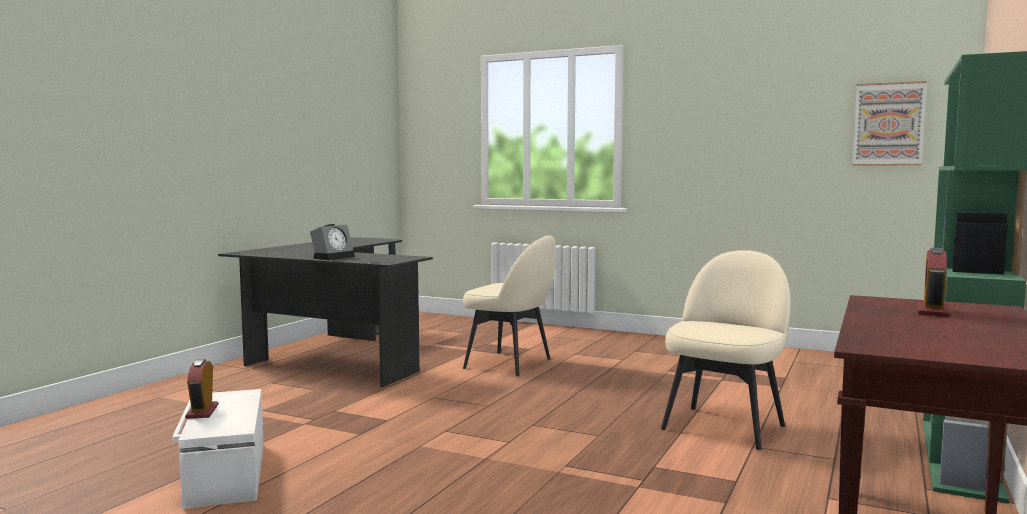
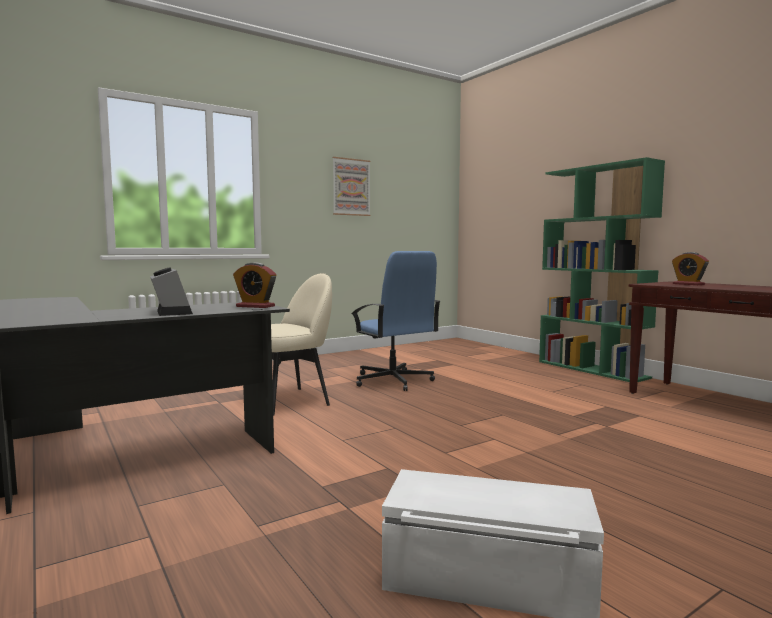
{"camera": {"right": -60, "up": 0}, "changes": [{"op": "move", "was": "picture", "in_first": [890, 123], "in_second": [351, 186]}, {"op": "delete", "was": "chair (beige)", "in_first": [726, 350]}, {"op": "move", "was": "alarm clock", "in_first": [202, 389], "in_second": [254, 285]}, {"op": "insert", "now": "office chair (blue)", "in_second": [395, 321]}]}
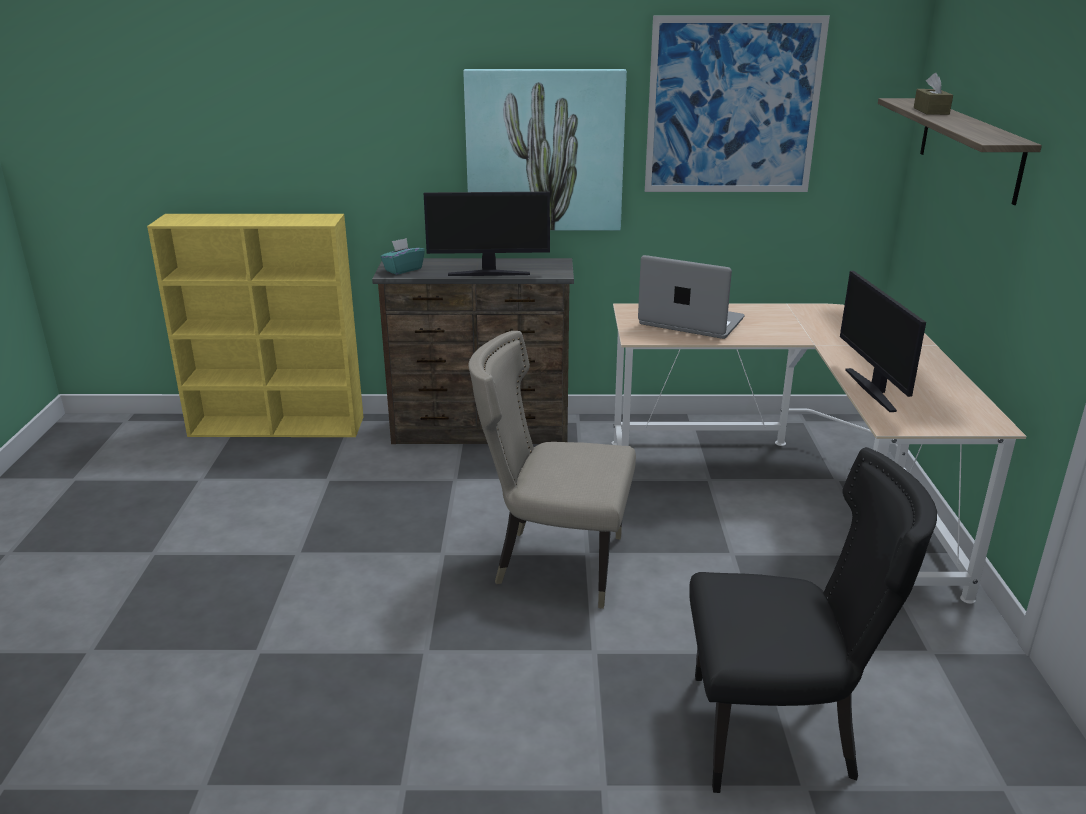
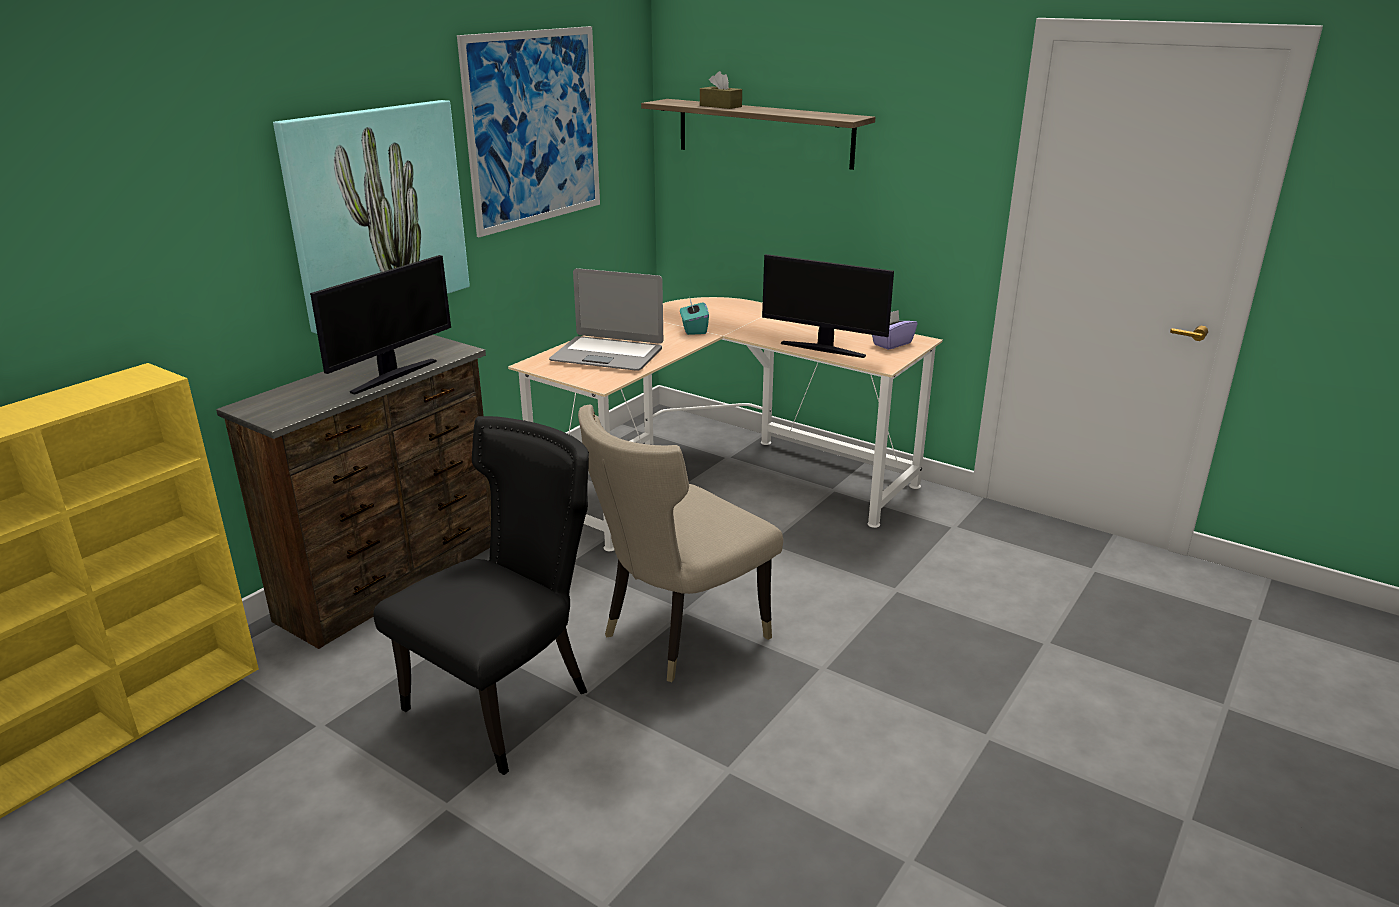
{"camera": {"right": -55, "up": 0}, "changes": [{"op": "move", "was": "tissue box (turquoise)", "in_first": [402, 256], "in_second": [694, 317]}, {"op": "rotate", "was": "laptop", "in_first": [691, 297], "in_second": [606, 319], "clockwise": -135}, {"op": "move", "was": "chair (black)", "in_first": [813, 620], "in_second": [481, 595]}, {"op": "insert", "now": "tissue box (purple)", "in_second": [894, 330]}]}
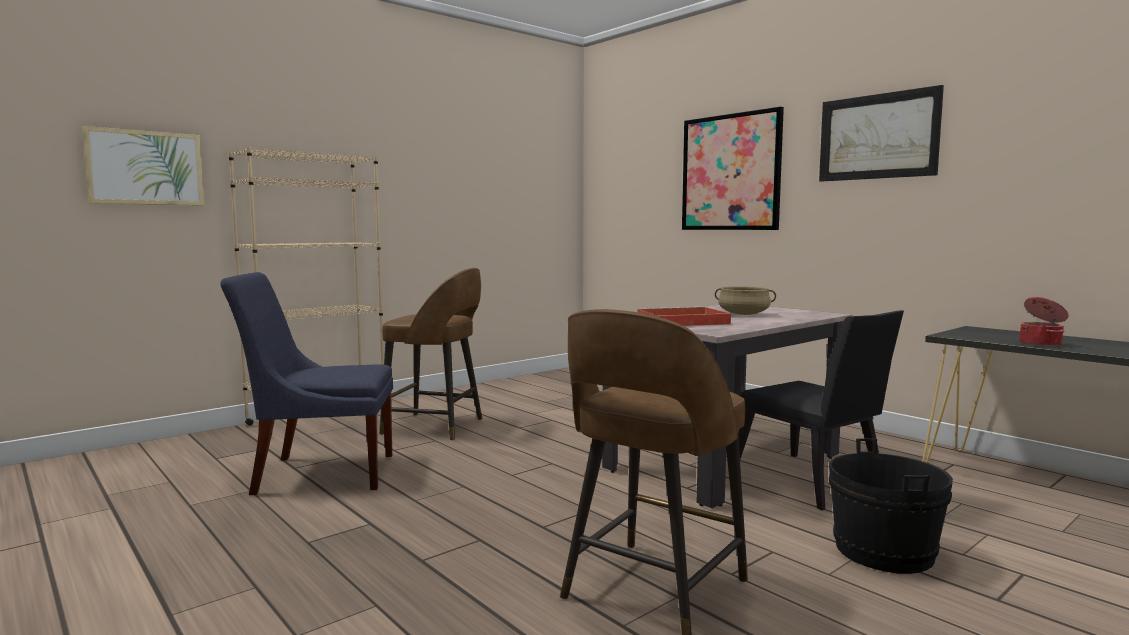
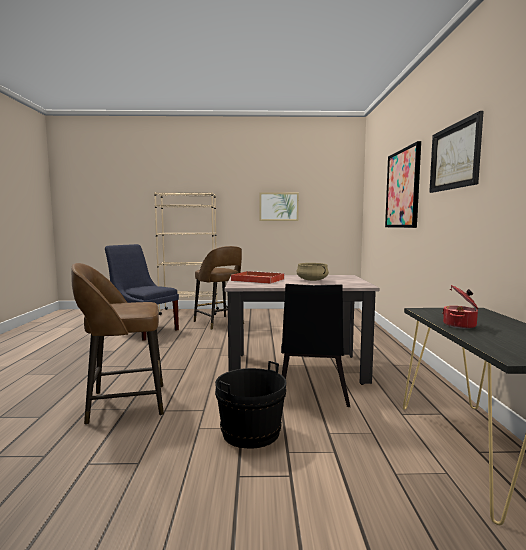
{"camera": {"right": 40, "up": 0}, "changes": [{"op": "move", "was": "picture", "in_first": [143, 165], "in_second": [279, 207]}]}
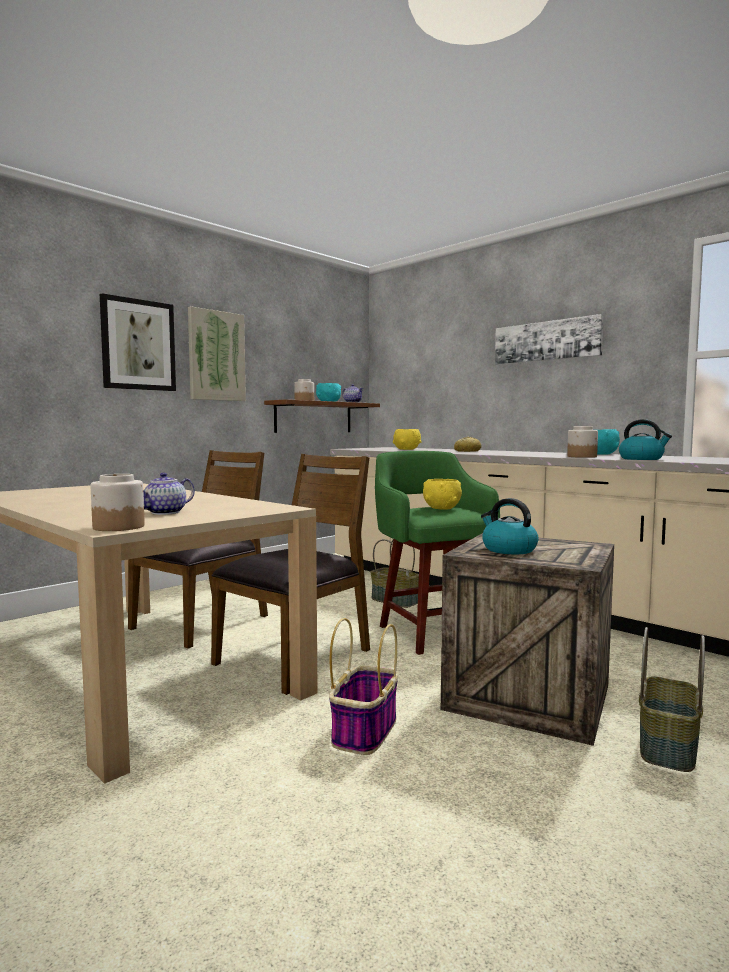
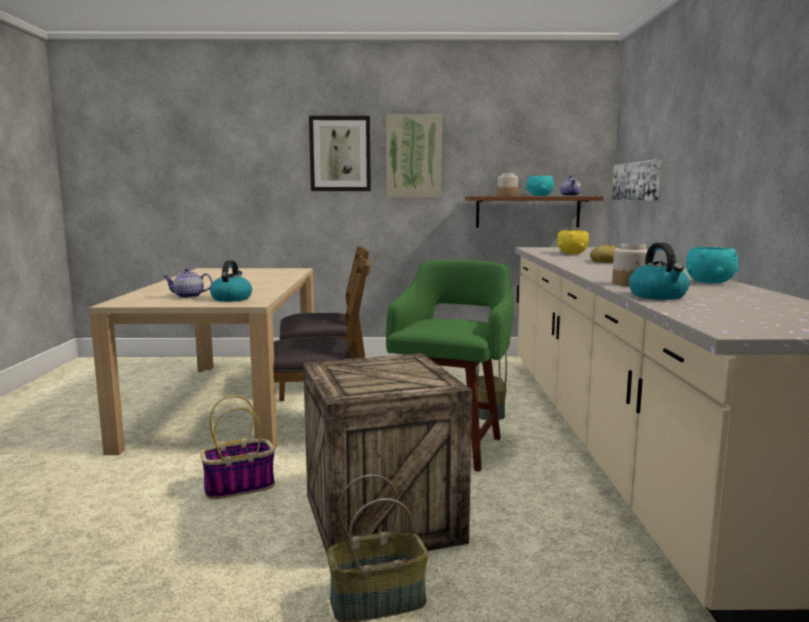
{"camera": {"right": 45, "up": 5}, "changes": [{"op": "move", "was": "picture", "in_first": [549, 339], "in_second": [636, 180]}, {"op": "delete", "was": "jar", "in_first": [118, 502]}, {"op": "delete", "was": "bowl (yellow)", "in_first": [442, 494]}, {"op": "move", "was": "kettle", "in_first": [510, 526], "in_second": [231, 281]}]}
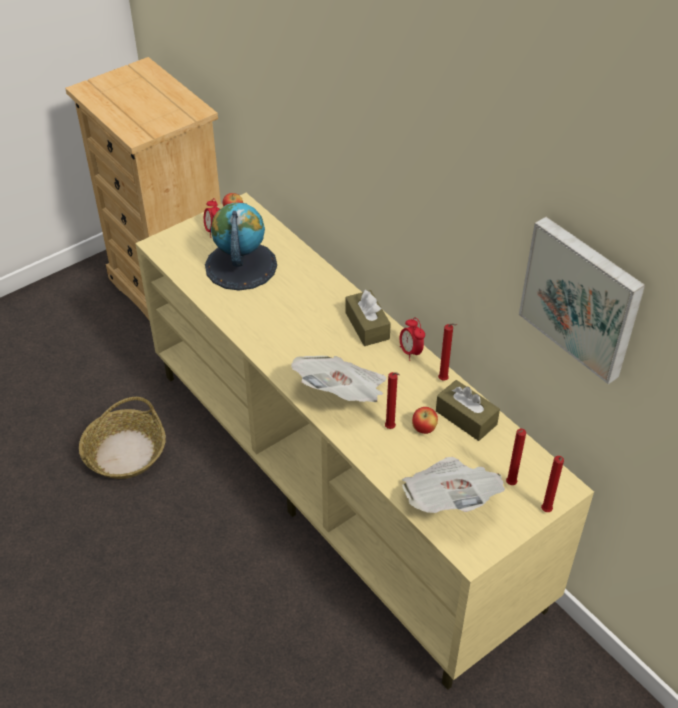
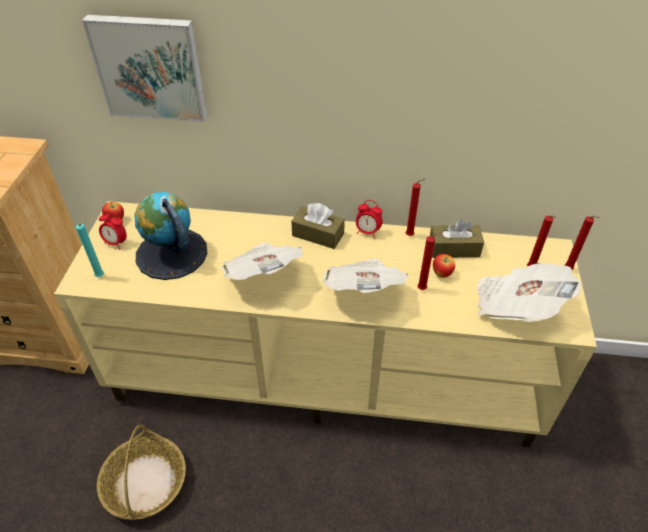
{"camera": {"right": -45, "up": 0}, "changes": [{"op": "move", "was": "picture", "in_first": [582, 300], "in_second": [144, 68]}, {"op": "insert", "now": "candle (turquoise)", "in_second": [90, 250]}, {"op": "insert", "now": "newspaper", "in_second": [262, 261]}]}
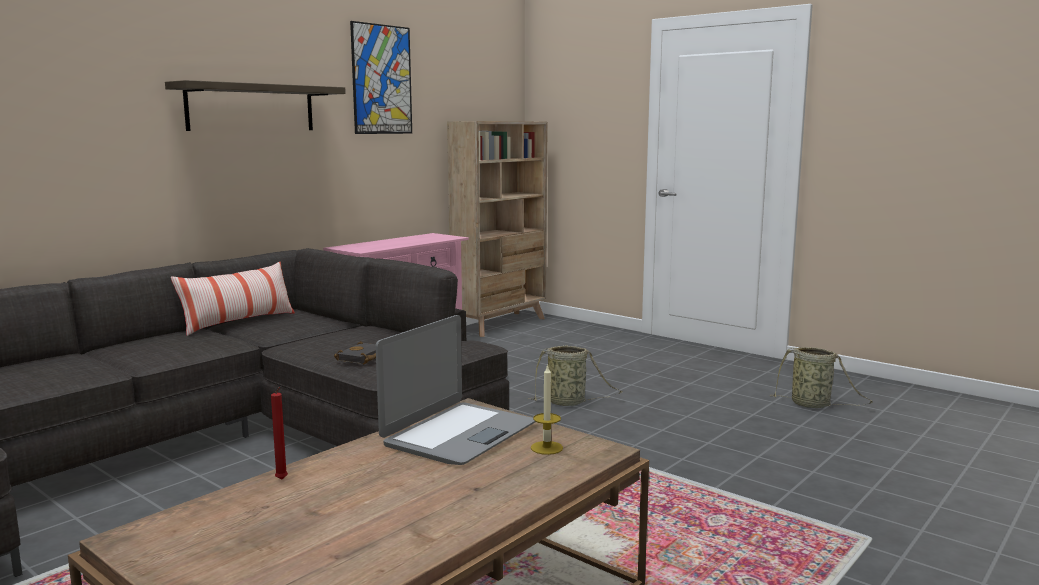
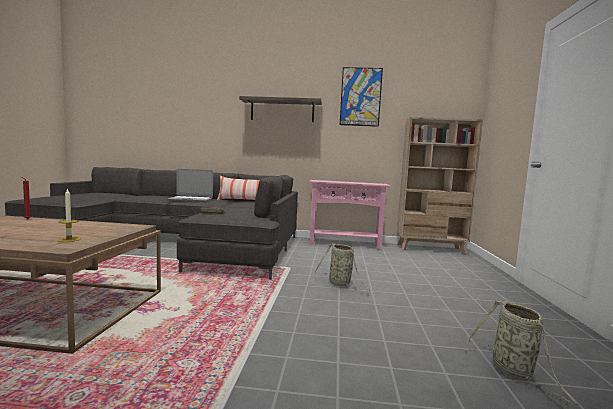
{"camera": {"right": 55, "up": -5}, "changes": [{"op": "move", "was": "laptop", "in_first": [455, 390], "in_second": [190, 185]}]}
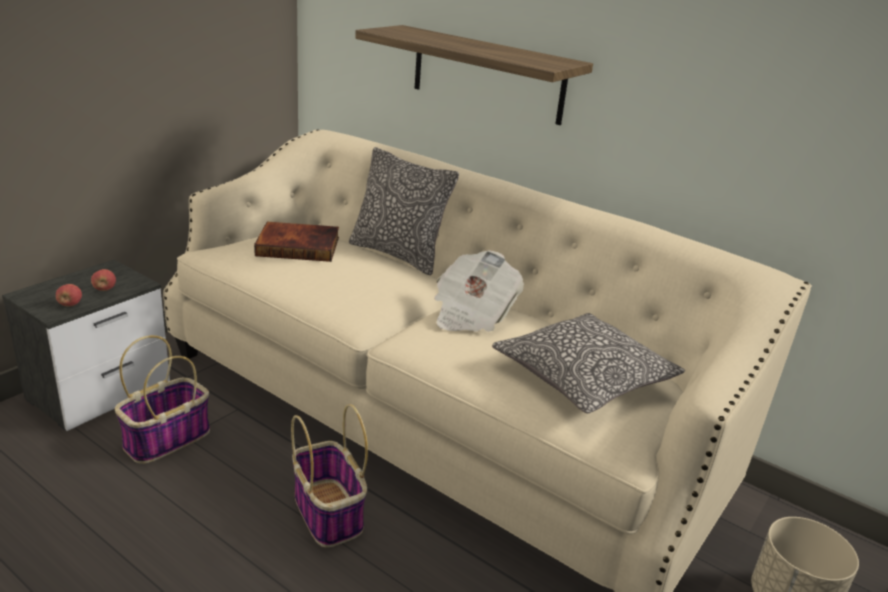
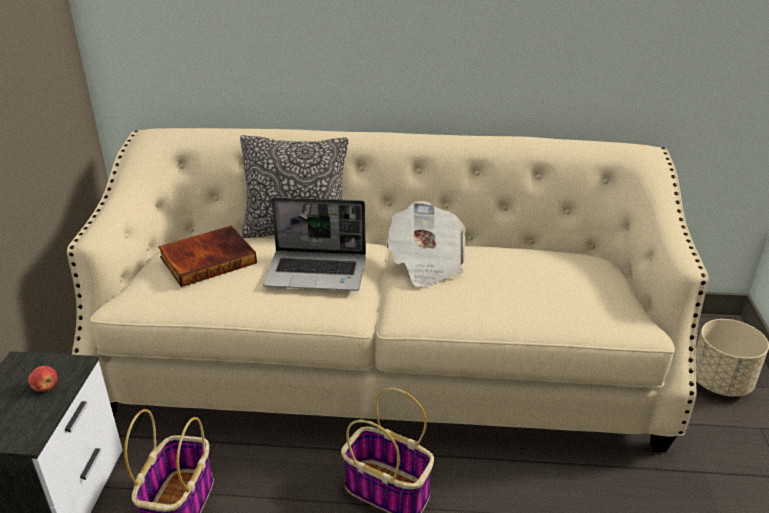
{"camera": {"right": -30, "up": 5}, "changes": [{"op": "delete", "was": "shelf", "in_first": [474, 75]}, {"op": "delete", "was": "apple", "in_first": [69, 295]}, {"op": "delete", "was": "pillow", "in_first": [588, 363]}, {"op": "insert", "now": "laptop", "in_second": [314, 244]}]}
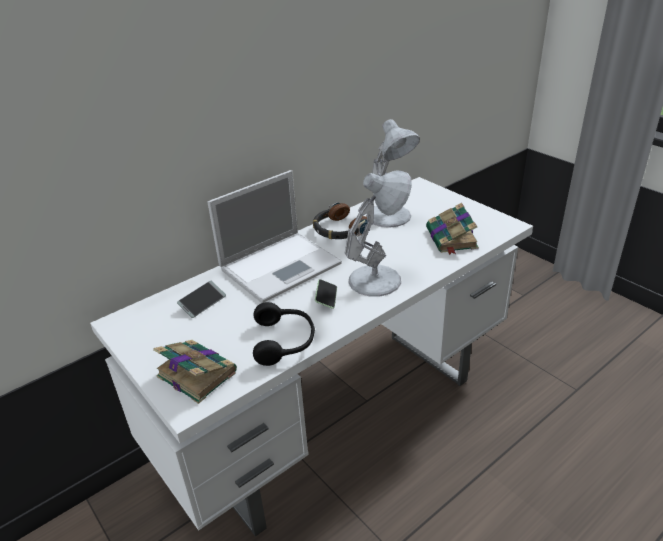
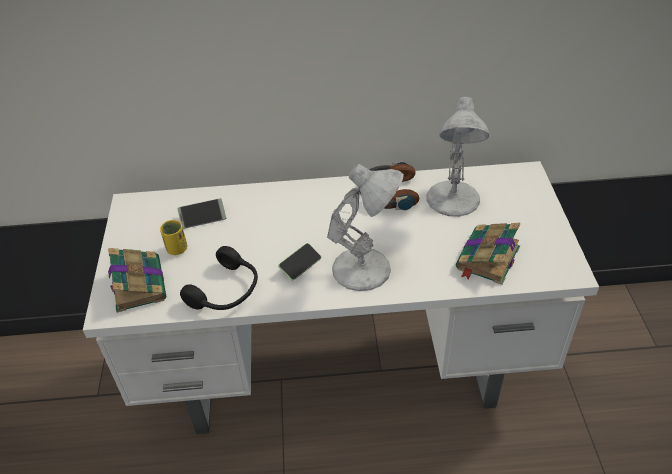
{"camera": {"right": 35, "up": 10}, "changes": [{"op": "delete", "was": "laptop", "in_first": [274, 236]}, {"op": "insert", "now": "cup (yellow)", "in_second": [173, 237]}]}
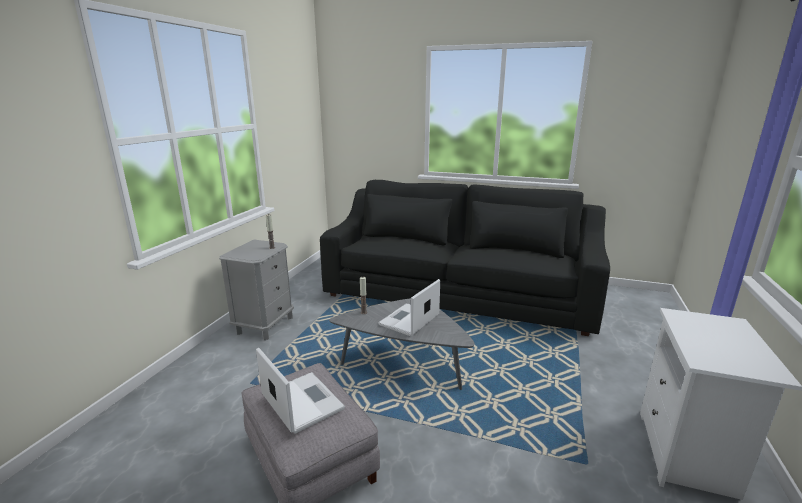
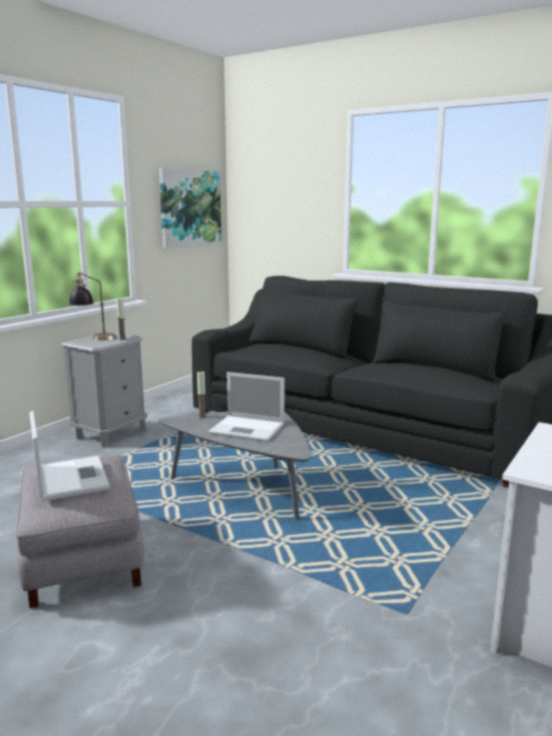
{"camera": {"right": 15, "up": -5}, "changes": [{"op": "rotate", "was": "laptop", "in_first": [409, 307], "in_second": [246, 407], "clockwise": -120}, {"op": "insert", "now": "picture", "in_second": [190, 208]}, {"op": "insert", "now": "table lamp", "in_second": [92, 306]}]}
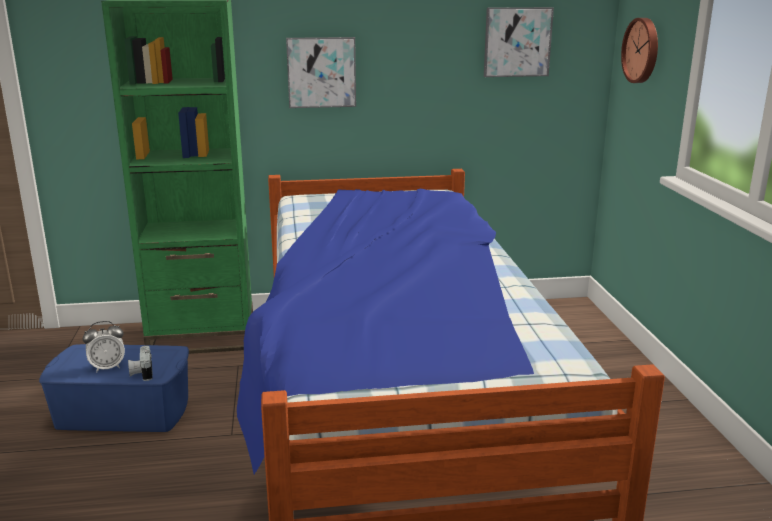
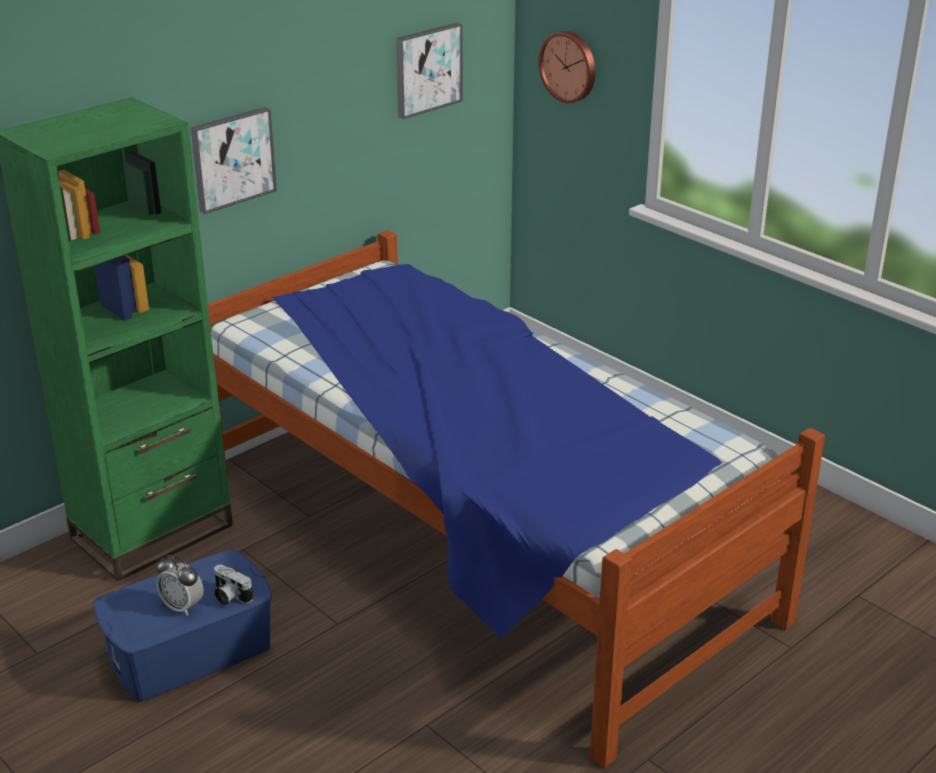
{"camera": {"right": -35, "up": 10}, "changes": [{"op": "rotate", "was": "alarm clock", "in_first": [103, 346], "in_second": [180, 585], "clockwise": 90}]}
